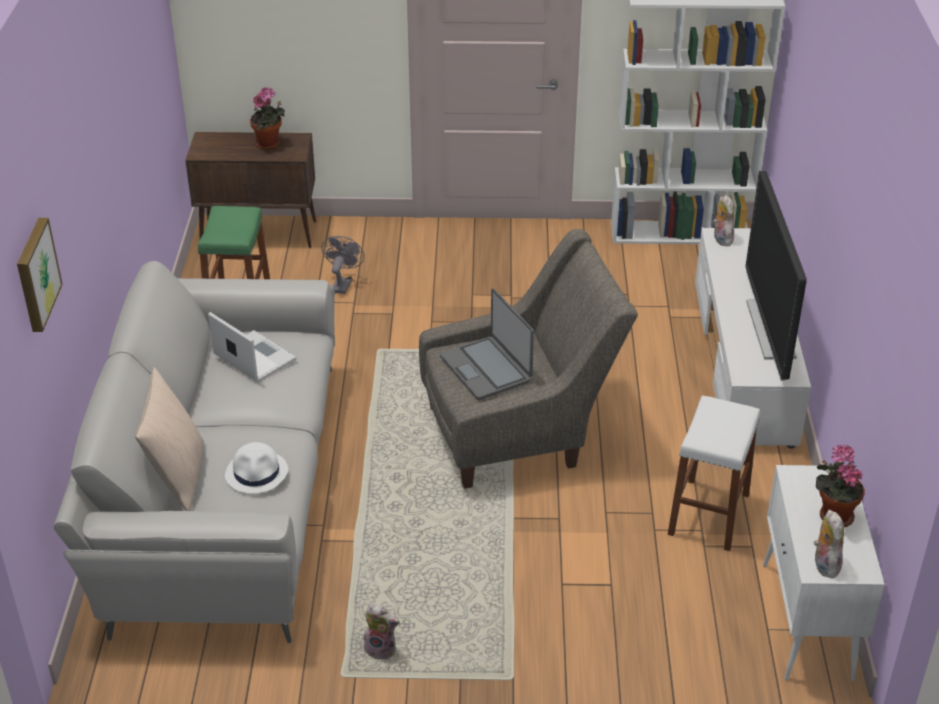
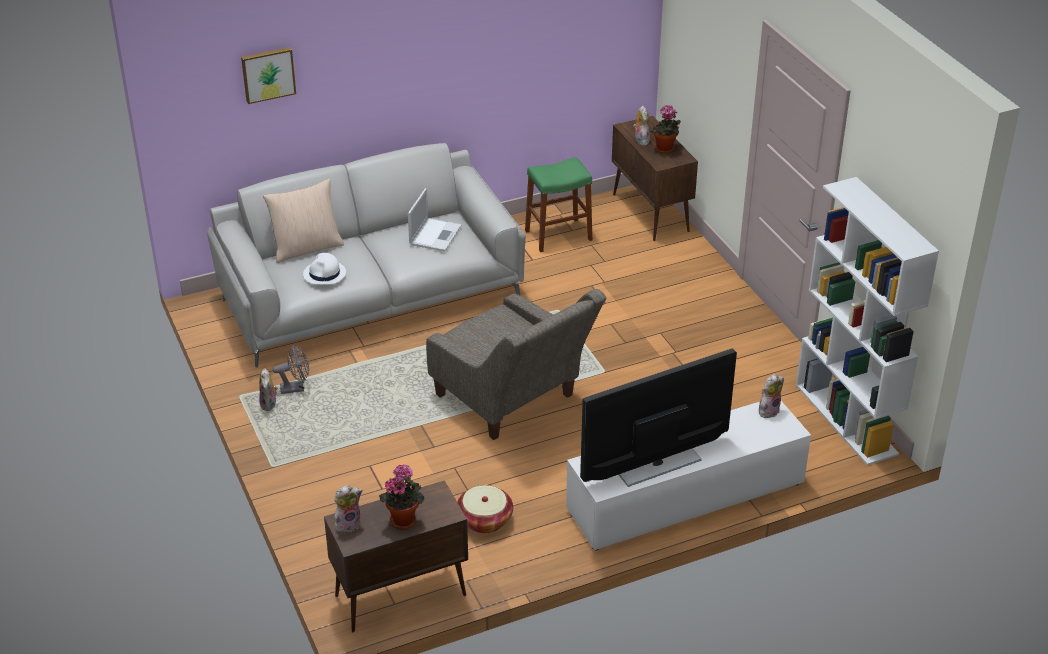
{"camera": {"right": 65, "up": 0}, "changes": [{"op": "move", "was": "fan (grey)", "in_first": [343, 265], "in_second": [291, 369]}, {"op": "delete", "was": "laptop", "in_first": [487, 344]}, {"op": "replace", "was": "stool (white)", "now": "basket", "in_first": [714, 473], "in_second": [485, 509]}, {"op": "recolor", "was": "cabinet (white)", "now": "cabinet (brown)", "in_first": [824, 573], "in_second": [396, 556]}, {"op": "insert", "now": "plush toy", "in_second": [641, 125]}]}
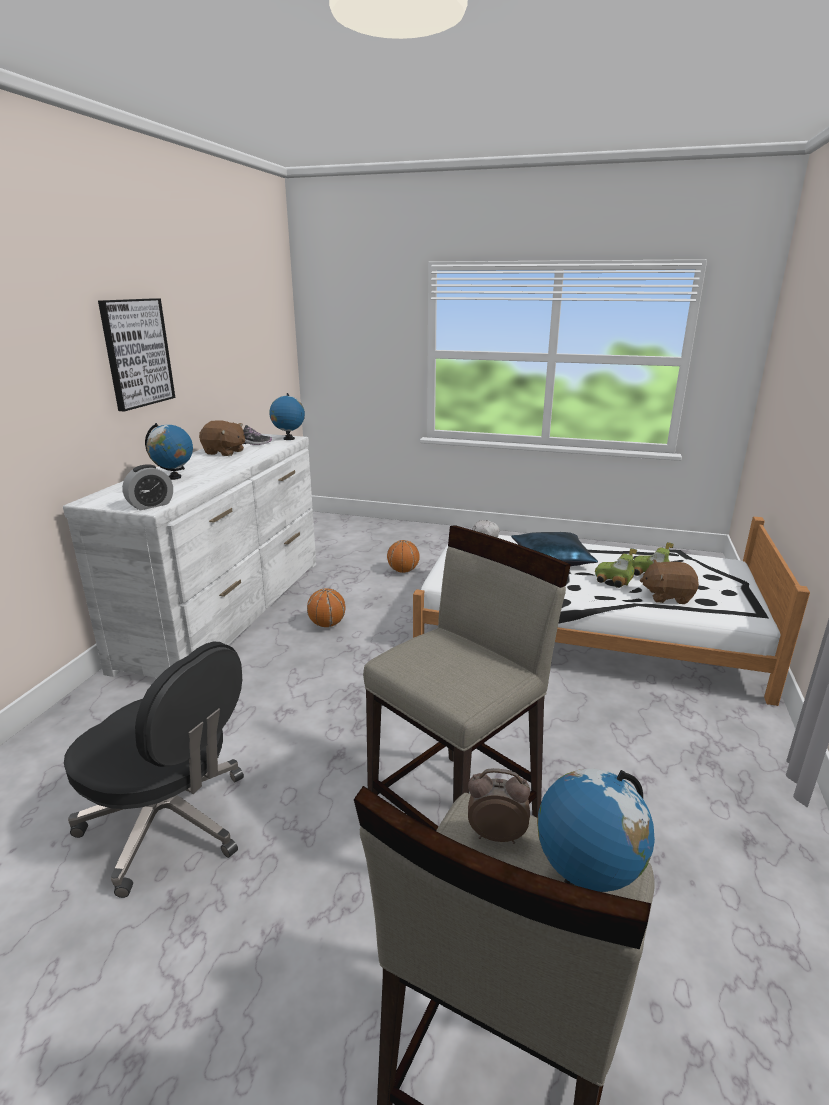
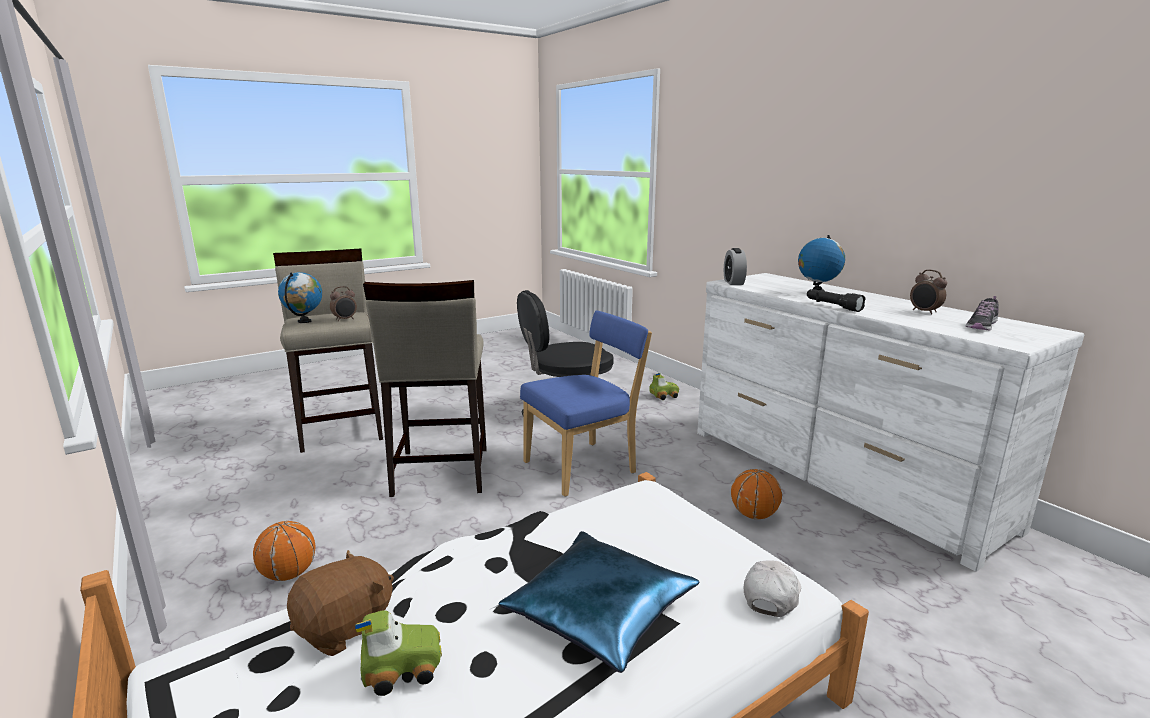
{"camera": {"right": 130, "up": -5}, "changes": [{"op": "delete", "was": "picture", "in_first": [136, 354]}, {"op": "delete", "was": "globe", "in_first": [287, 416]}, {"op": "replace", "was": "plush toy (brown)", "now": "alarm clock", "in_first": [222, 438], "in_second": [928, 292]}, {"op": "move", "was": "basketball", "in_first": [403, 556], "in_second": [284, 551]}, {"op": "move", "was": "toy car", "in_first": [616, 568], "in_second": [664, 386]}, {"op": "insert", "now": "flashlight (black)", "in_second": [836, 300]}, {"op": "insert", "now": "chair (blue)", "in_second": [586, 404]}]}
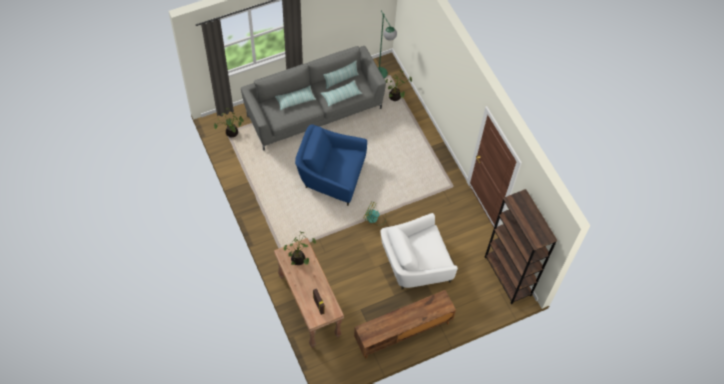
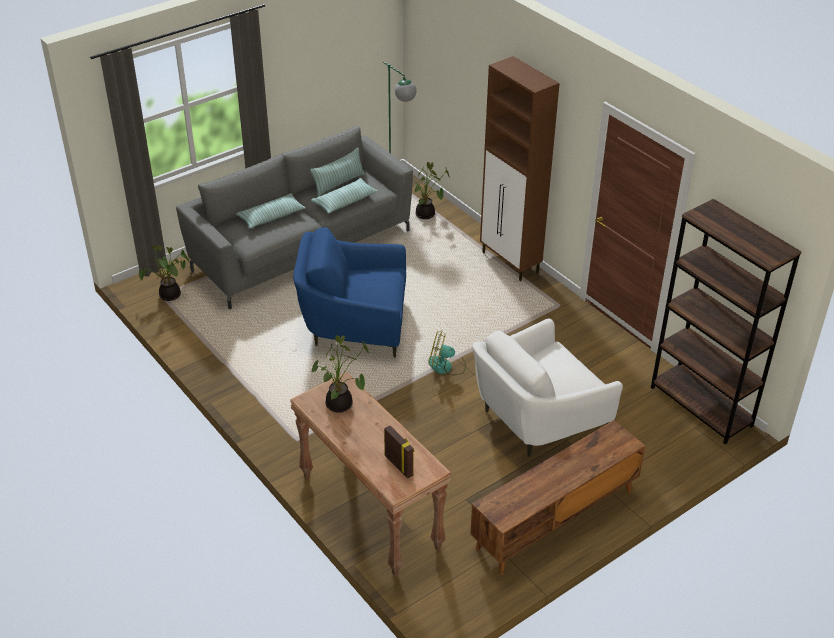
{"camera": {"right": -10, "up": -20}, "changes": [{"op": "insert", "now": "cabinet (brown)", "in_second": [520, 168]}]}
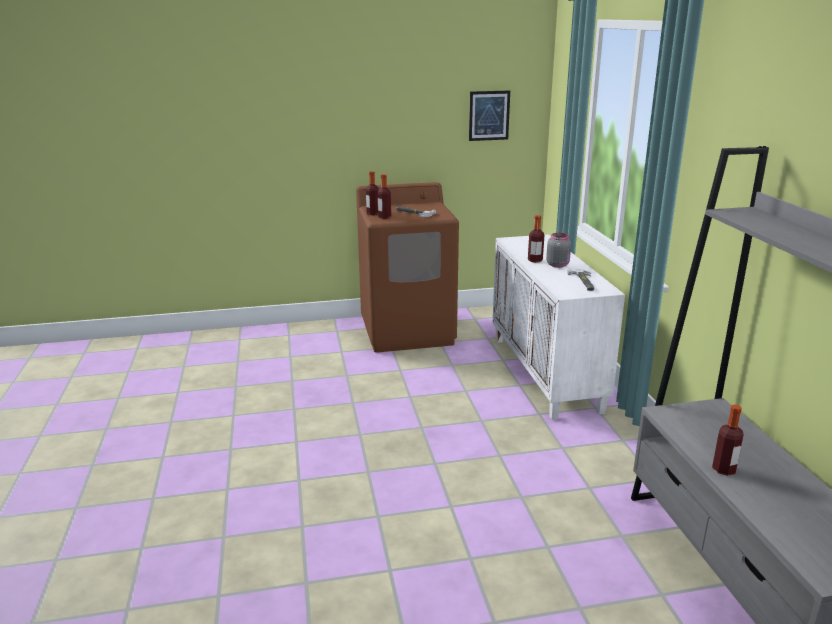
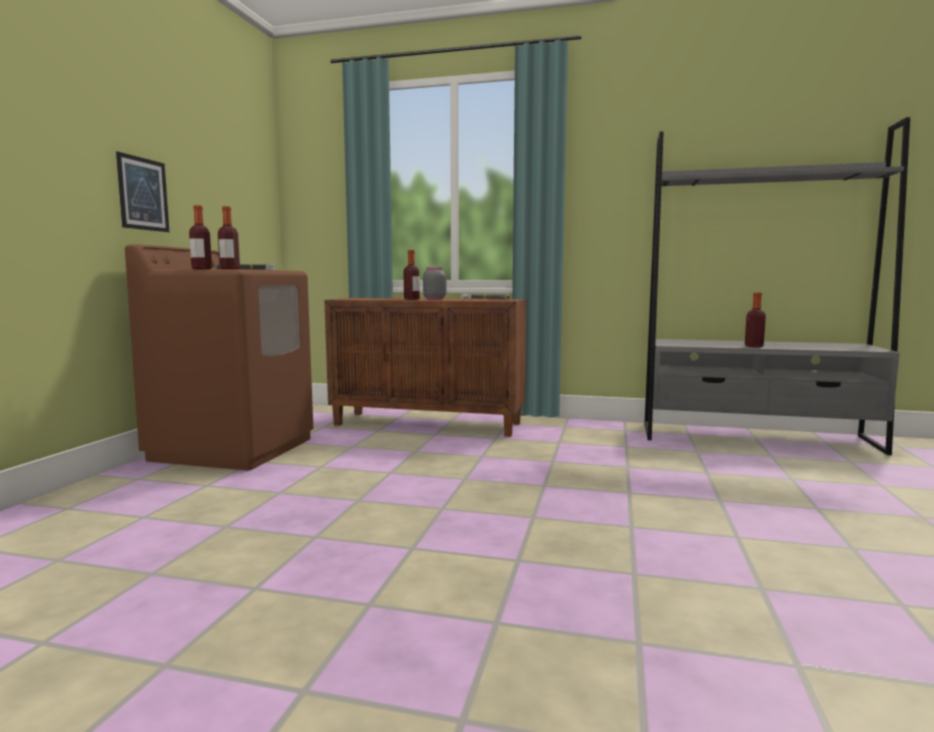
{"camera": {"right": -65, "up": -15}, "changes": [{"op": "move", "was": "picture", "in_first": [489, 115], "in_second": [142, 191]}, {"op": "recolor", "was": "cabinet (white)", "now": "cabinet (brown)", "in_first": [559, 327], "in_second": [425, 367]}]}
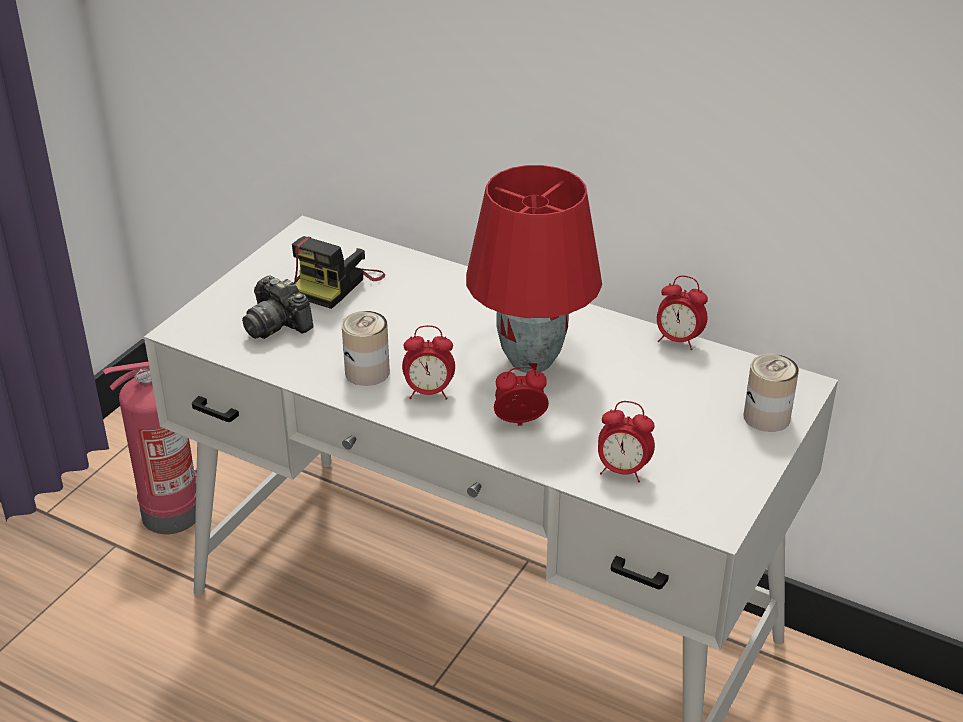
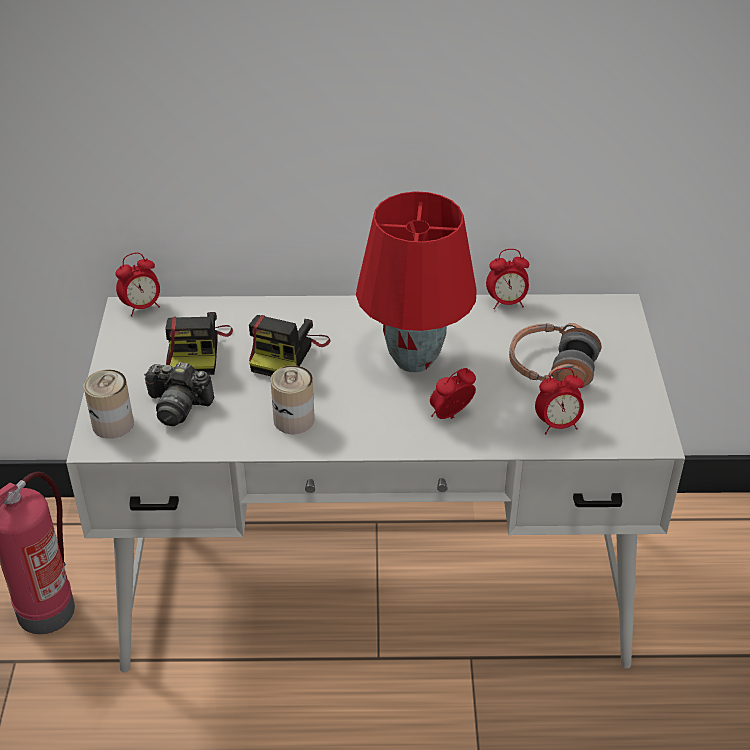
{"camera": {"right": -30, "up": 5}, "changes": [{"op": "move", "was": "alarm clock", "in_first": [428, 362], "in_second": [137, 284]}, {"op": "move", "was": "can", "in_first": [771, 393], "in_second": [108, 404]}, {"op": "insert", "now": "photo camera", "in_second": [290, 345]}, {"op": "insert", "now": "headphones", "in_second": [555, 355]}]}
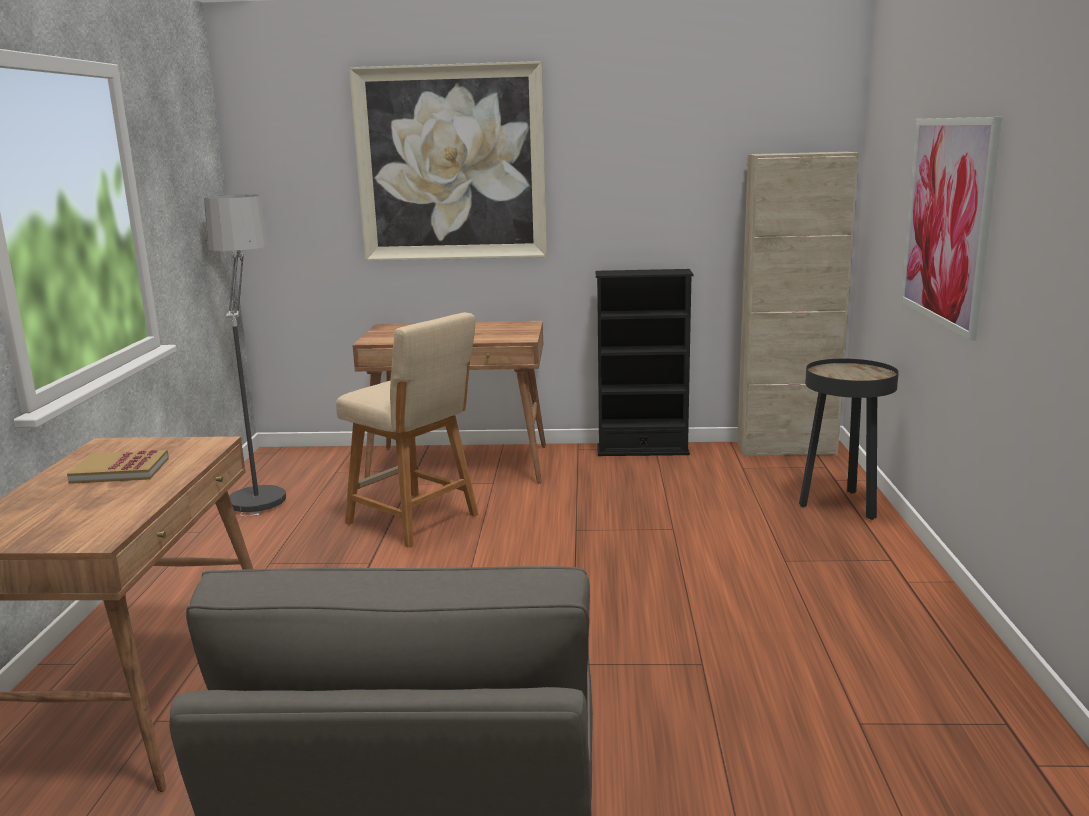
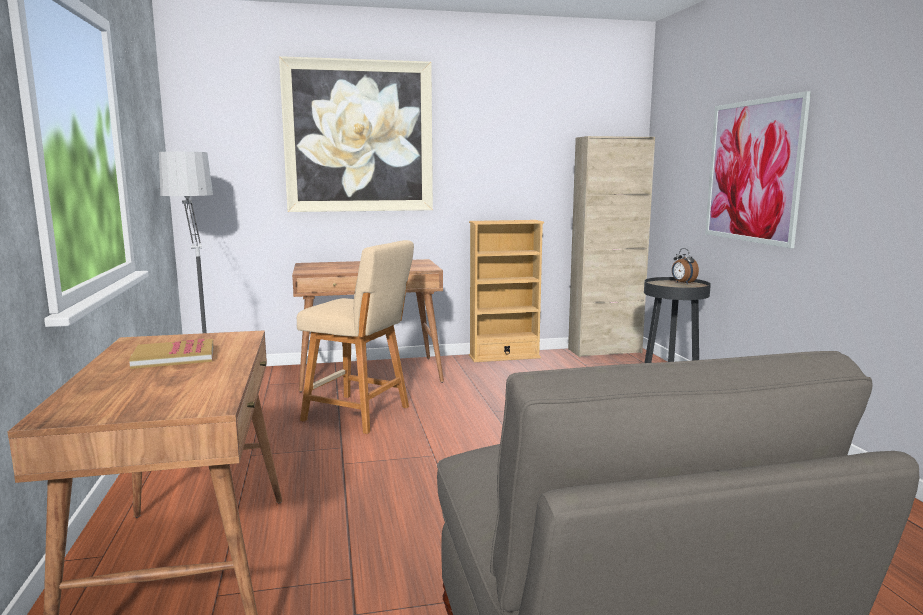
{"camera": {"right": -15, "up": -5}, "changes": [{"op": "recolor", "was": "bookcase (black)", "now": "bookcase (beige)", "in_first": [644, 362], "in_second": [506, 291]}, {"op": "insert", "now": "alarm clock", "in_second": [685, 266]}]}
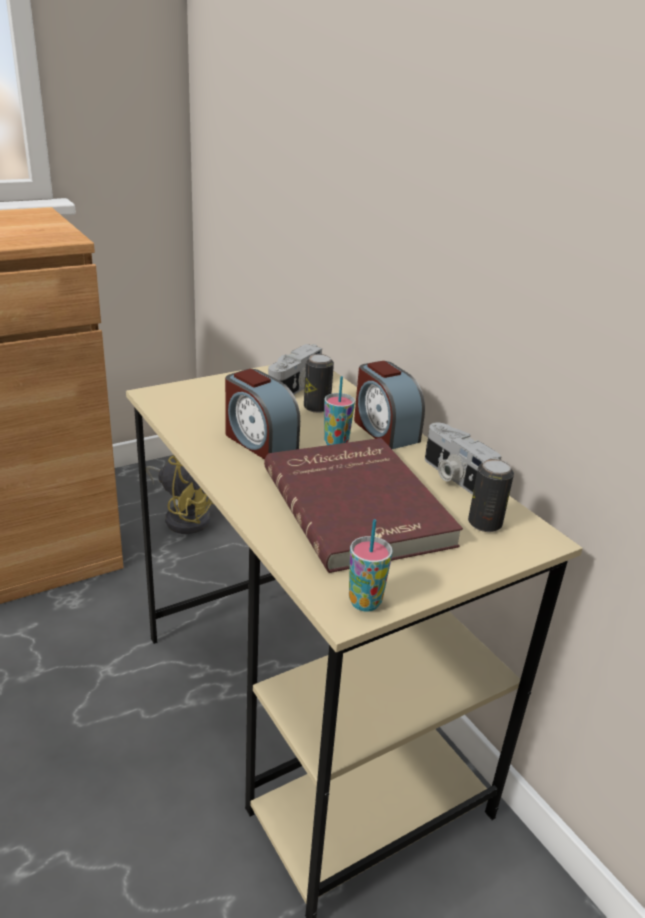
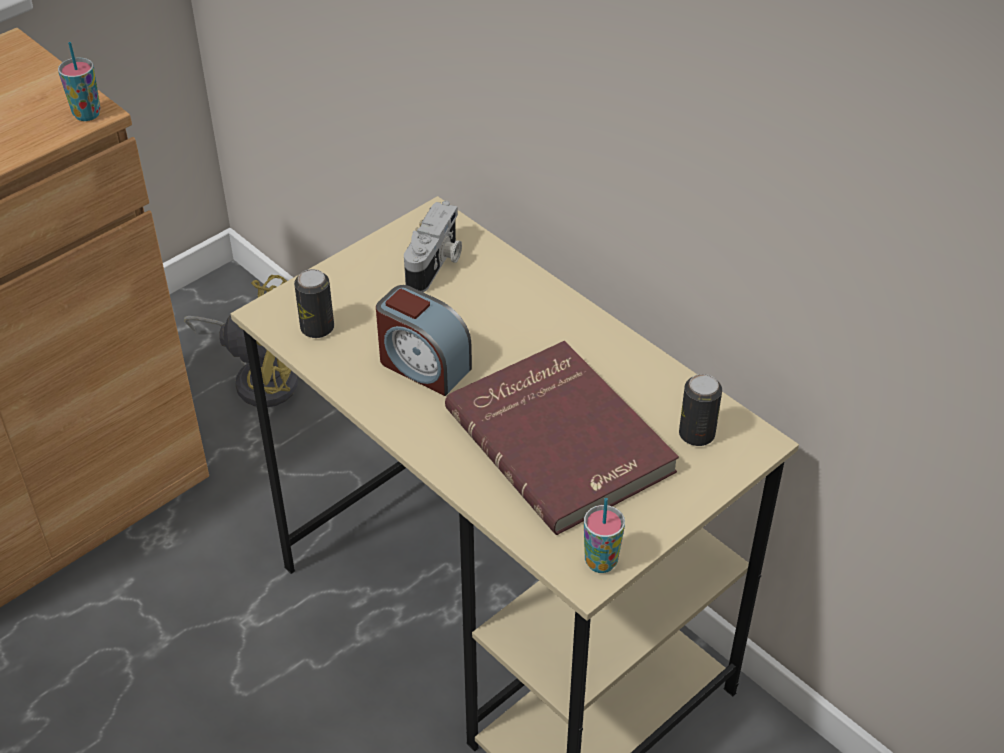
{"camera": {"right": -10, "up": 15}, "changes": [{"op": "move", "was": "can", "in_first": [319, 383], "in_second": [314, 303]}, {"op": "delete", "was": "alarm clock", "in_first": [389, 405]}, {"op": "move", "was": "cup", "in_first": [339, 410], "in_second": [79, 81]}, {"op": "delete", "was": "photo camera", "in_first": [463, 458]}]}
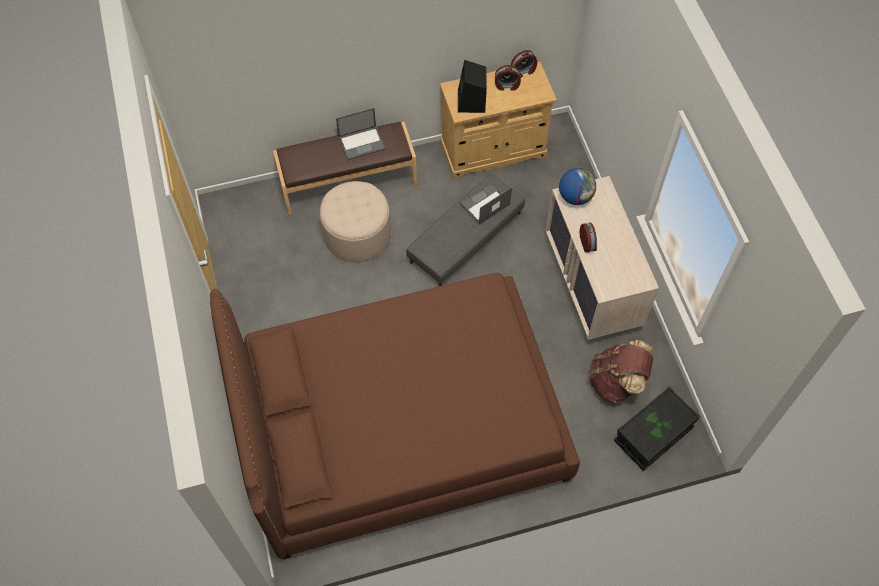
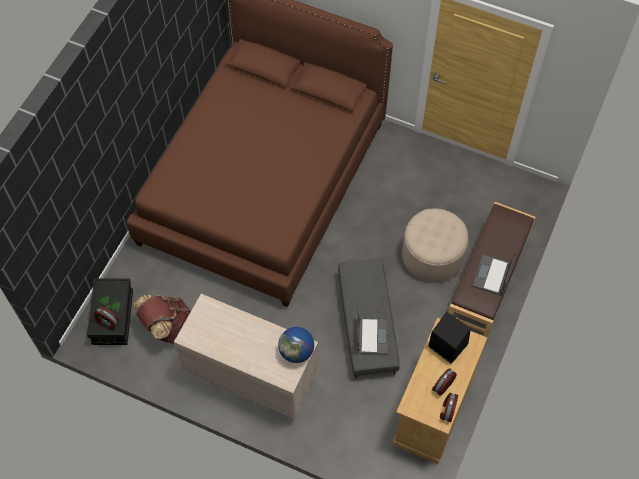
{"camera": {"right": 130, "up": 0}, "changes": [{"op": "move", "was": "alarm clock", "in_first": [588, 238], "in_second": [106, 318]}]}
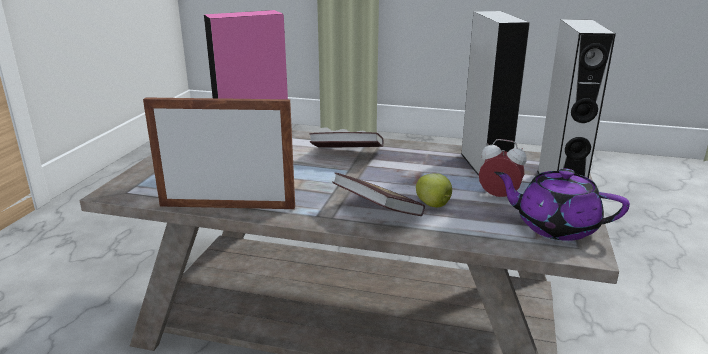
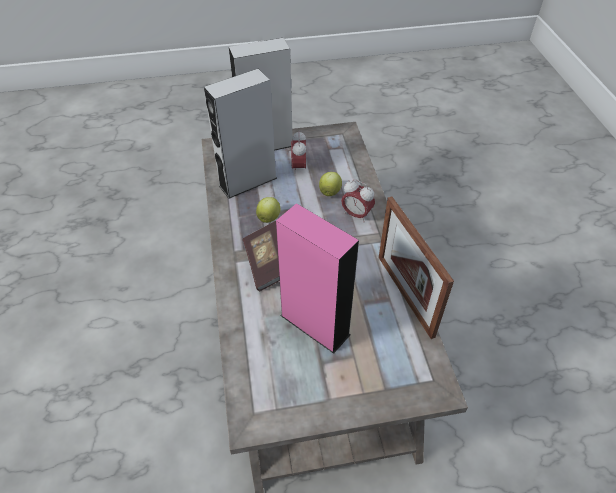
{"camera": {"right": -115, "up": 25}, "changes": [{"op": "delete", "was": "teapot (purple)", "in_first": [562, 204]}, {"op": "replace", "was": "book", "now": "alarm clock", "in_first": [378, 194], "in_second": [358, 200]}, {"op": "insert", "now": "apple", "in_second": [268, 210]}]}
